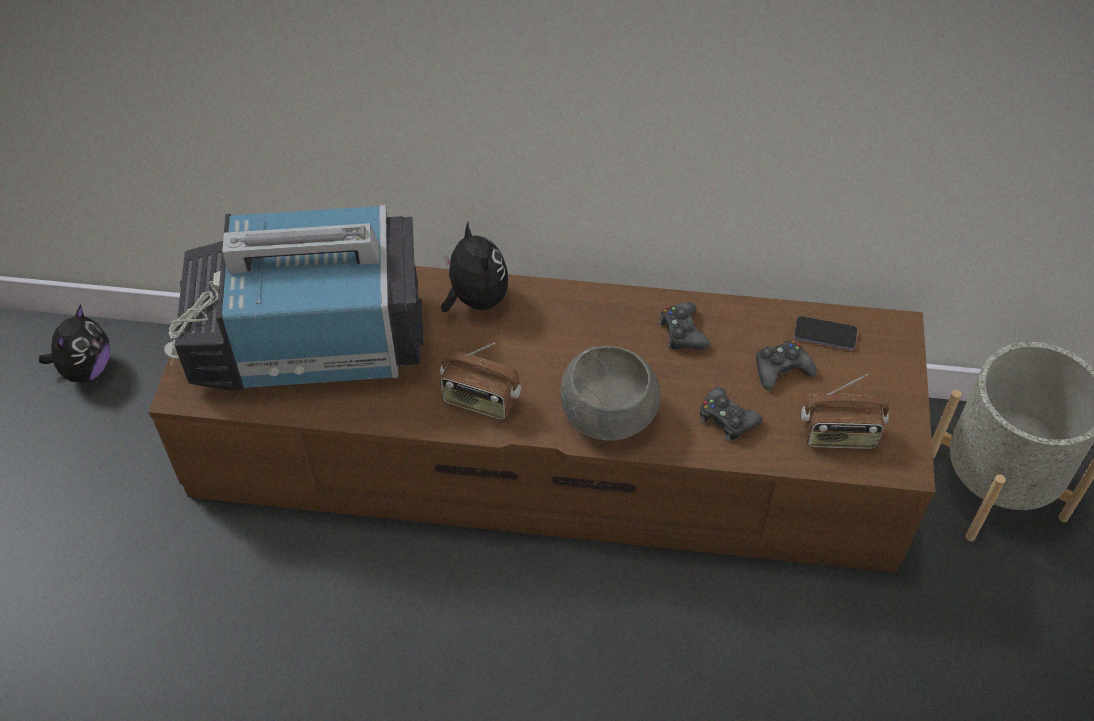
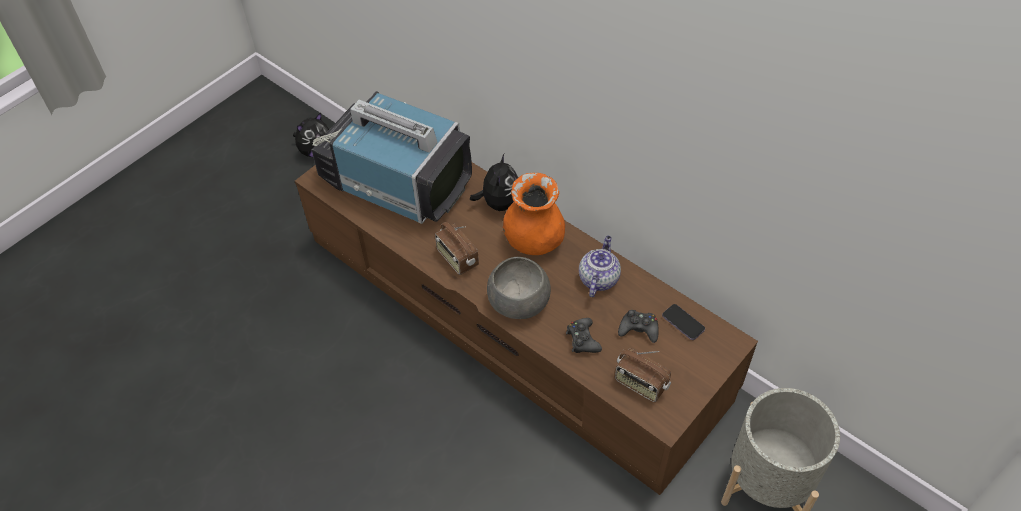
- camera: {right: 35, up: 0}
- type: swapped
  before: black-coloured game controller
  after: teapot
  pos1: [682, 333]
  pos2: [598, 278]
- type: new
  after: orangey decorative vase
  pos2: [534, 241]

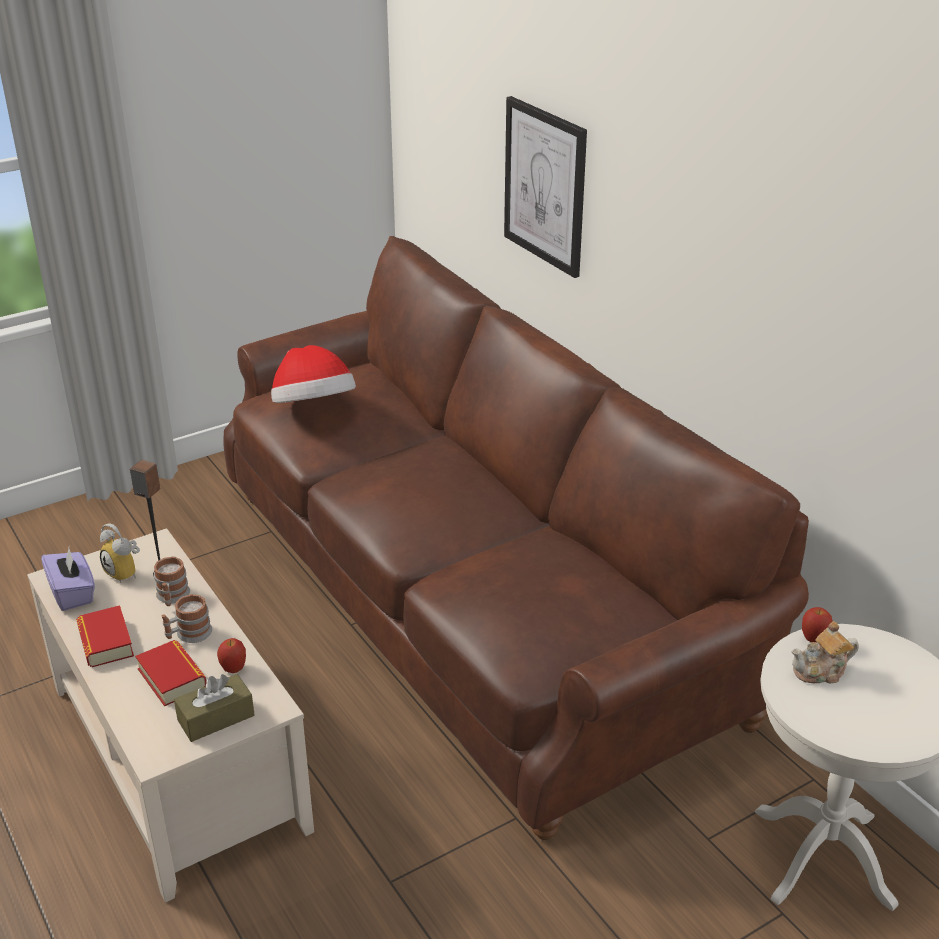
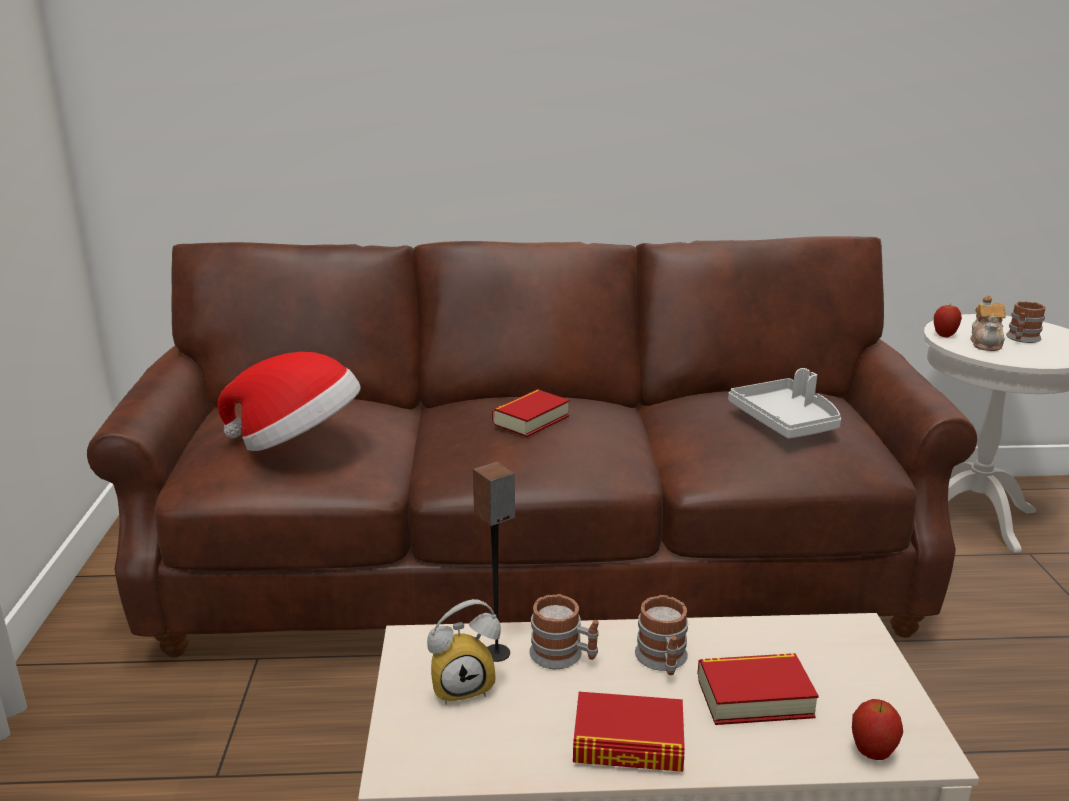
- camera: {right: -60, up: -10}
- type: gone
  before: purple-coloured tissue holder
  pos1: [73, 593]
- type: gone
  before: brown-coloured tissue holder
  pos1: [216, 718]
- type: shifted
  before: whole apple
  pos1: [234, 669]
  pos2: [872, 753]
- type: gone
  before: picture
  pos1: [545, 186]
- type: new
  after: bound book
  pos2: [531, 420]
- type: new
  after: grey serving tray
  pos2: [786, 421]
- type: new
  after: tea mug
  pos2: [1021, 339]

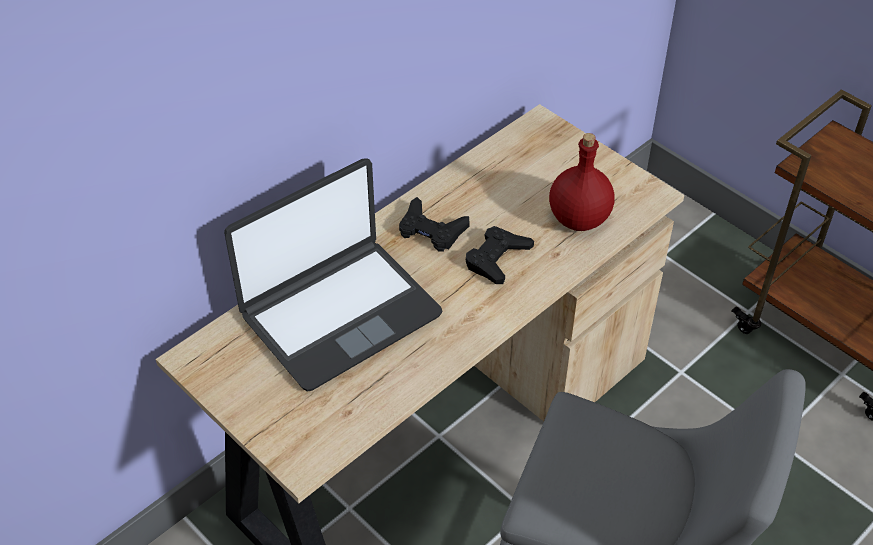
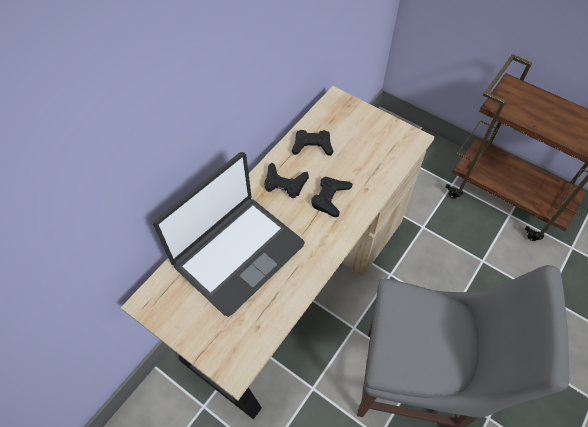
- camera: {right: -10, up: 10}
- type: gone
  before: reddish beverage bottle
  pos1: [577, 219]
- type: new
  after: black-coloured game controller
  pos2: [312, 146]

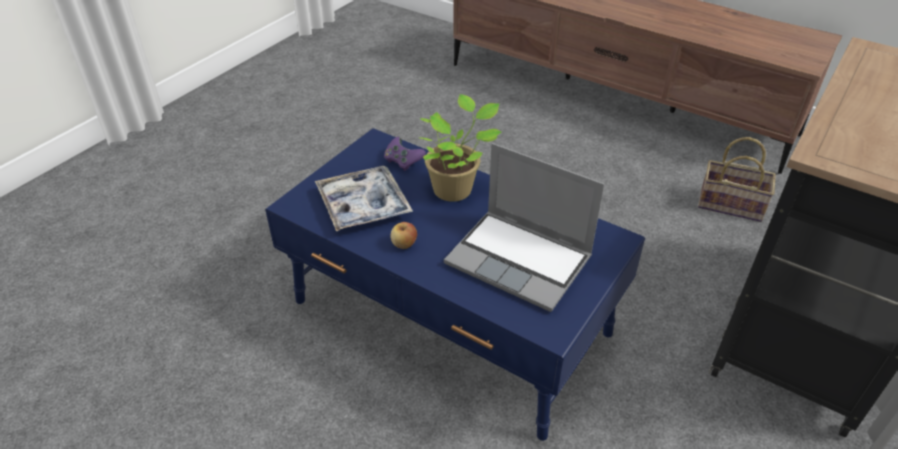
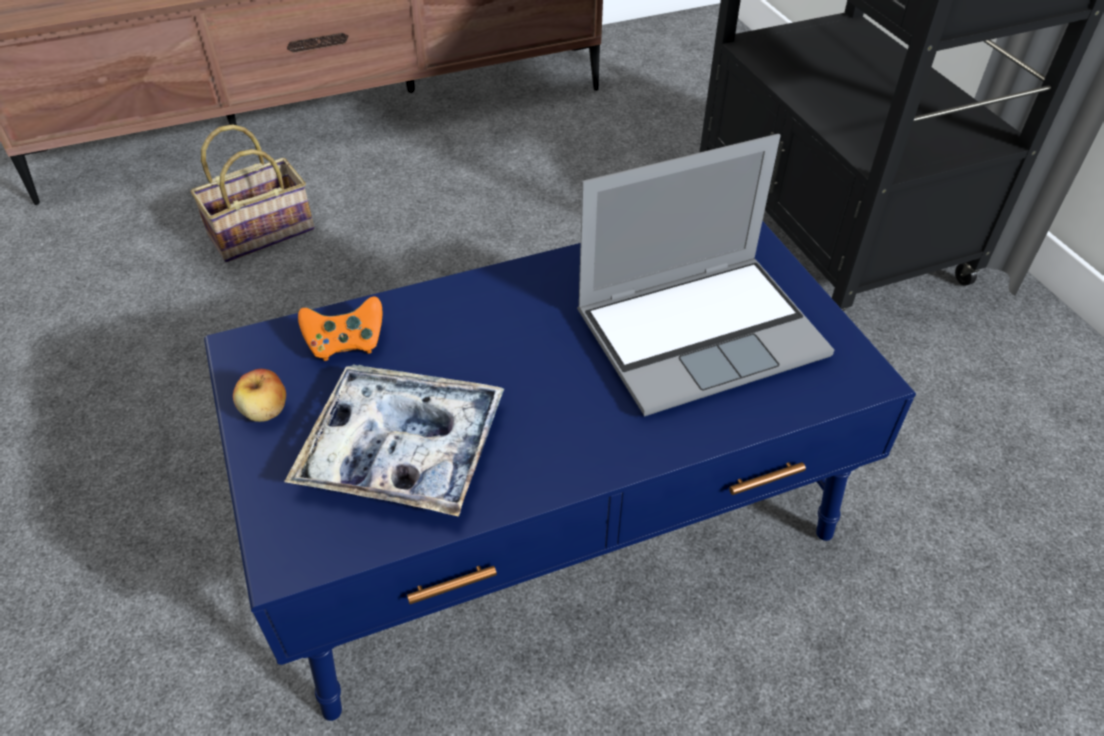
- camera: {right: -55, up: 5}
- type: repainted
  before: purple-coloured game controller
  after: orangey game controller
  pos1: [403, 162]
  pos2: [345, 343]
- type: shifted
  before: whole apple
  pos1: [404, 244]
  pos2: [266, 411]
- type: gone
  before: plant in a pot
  pos1: [455, 189]
- type: shifted
  before: household basket
  pos1: [732, 204]
  pos2: [263, 231]

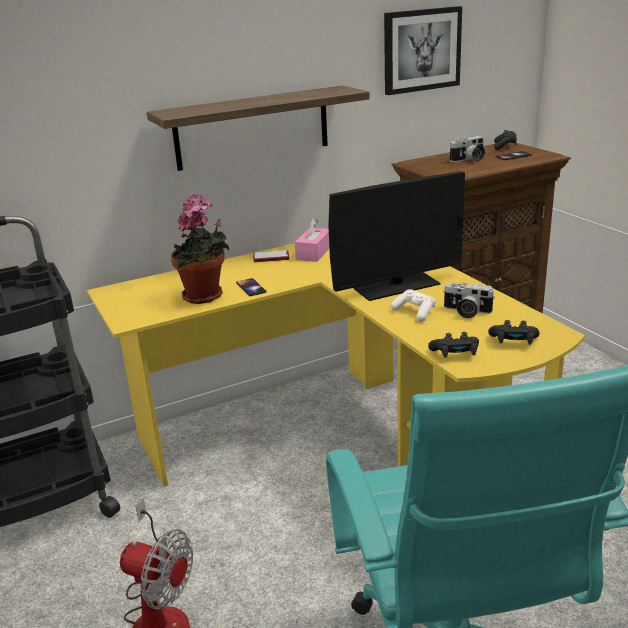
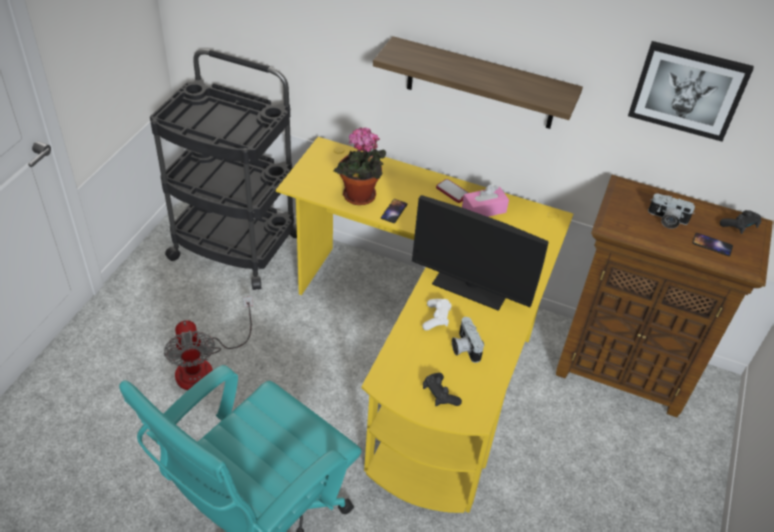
- camera: {right: 45, up: 20}
- type: gone
  before: black-coloured game controller
  pos1: [455, 354]

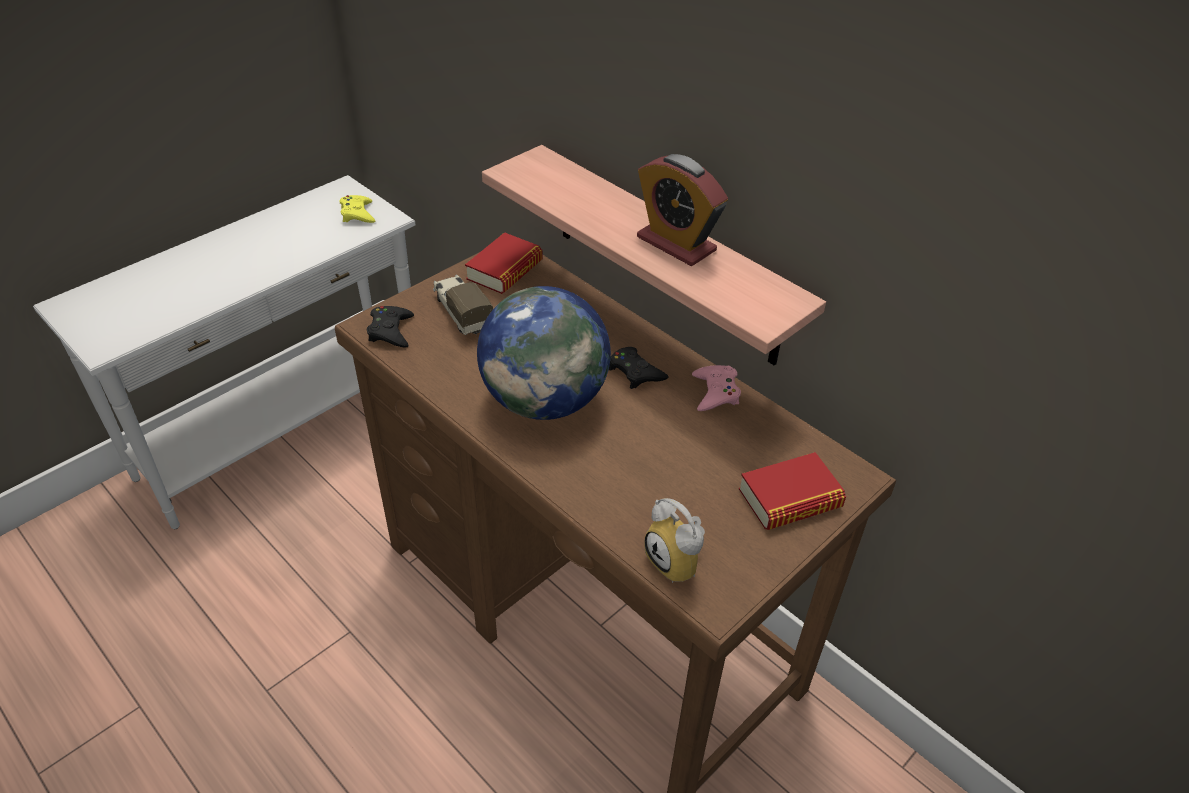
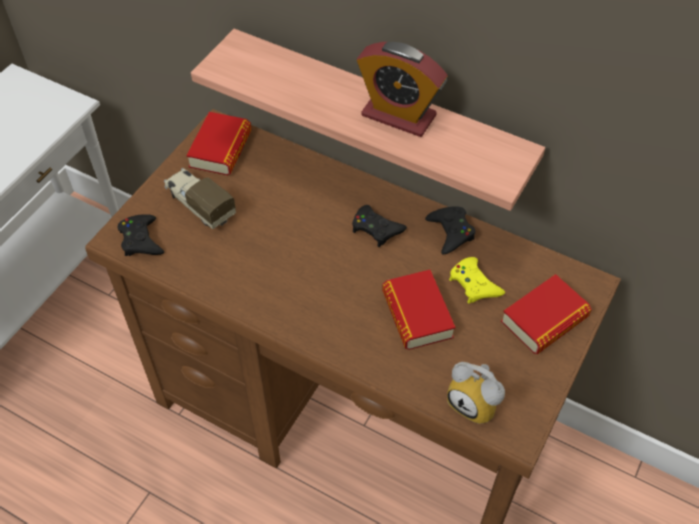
- camera: {right: -15, up: 10}
- type: shifted
  before: yellowish game controller
  pos1: [358, 214]
  pos2: [474, 284]
- type: gone
  before: globe
  pos1: [545, 401]
- type: repainted
  before: pink game controller
  after: black-coloured game controller
  pos1: [715, 392]
  pos2: [451, 232]
- type: new
  after: bound book
  pos2: [417, 314]

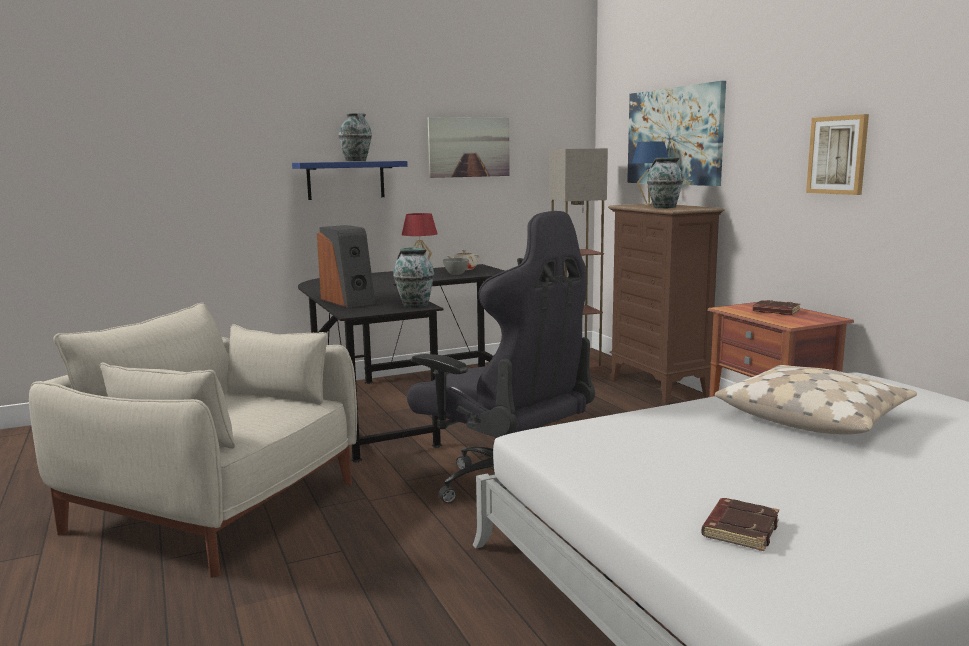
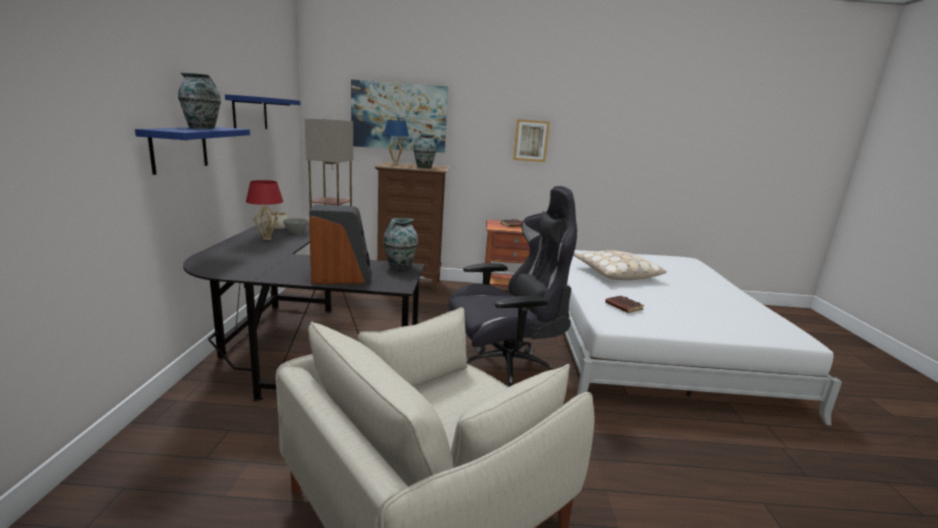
- camera: {right: -65, up: 5}
- type: swapped
  before: picture
  after: bluish shelf
  pos1: [469, 147]
  pos2: [250, 113]
- type: shifted
  before: brown-coloured bound book
  pos1: [739, 529]
  pos2: [623, 307]

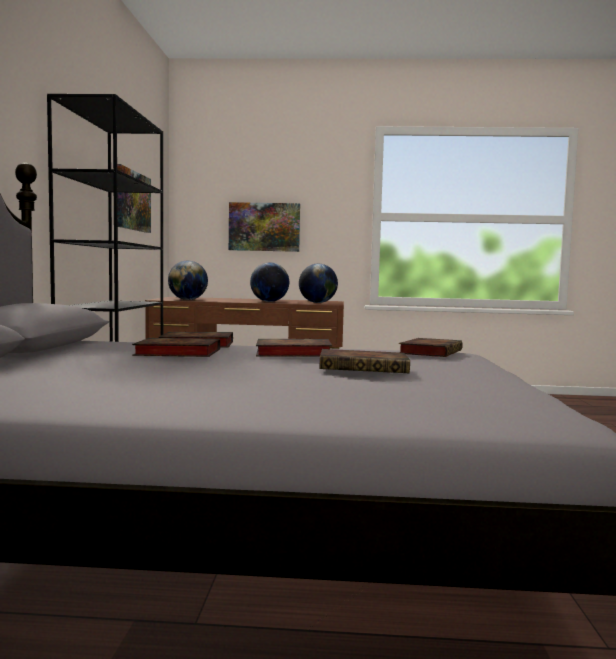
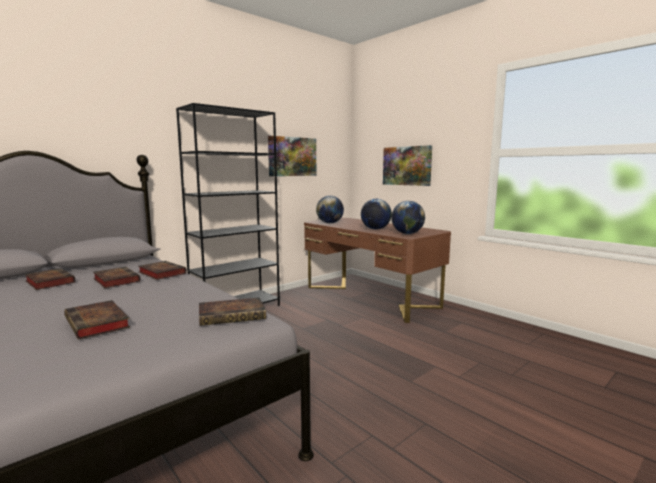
- camera: {right: 45, up: 5}
- type: shifted
  before: bound book
  pos1: [291, 353]
  pos2: [49, 282]

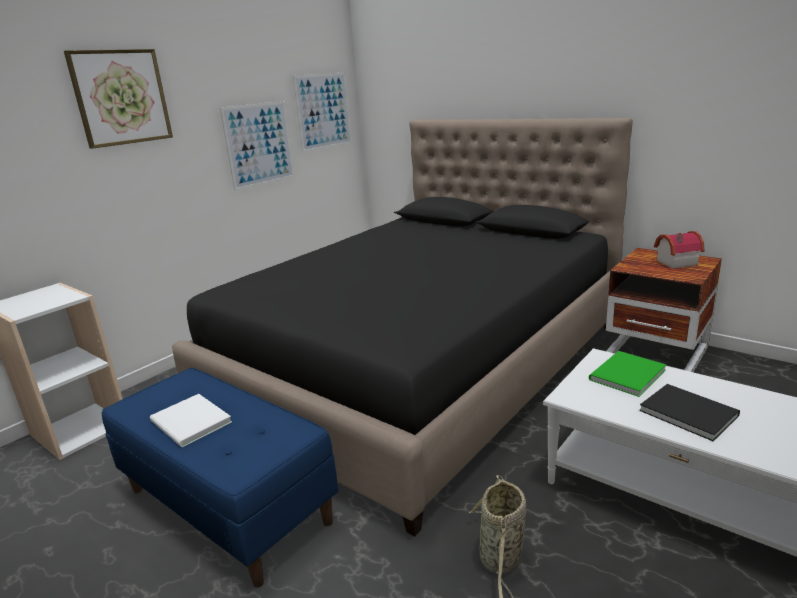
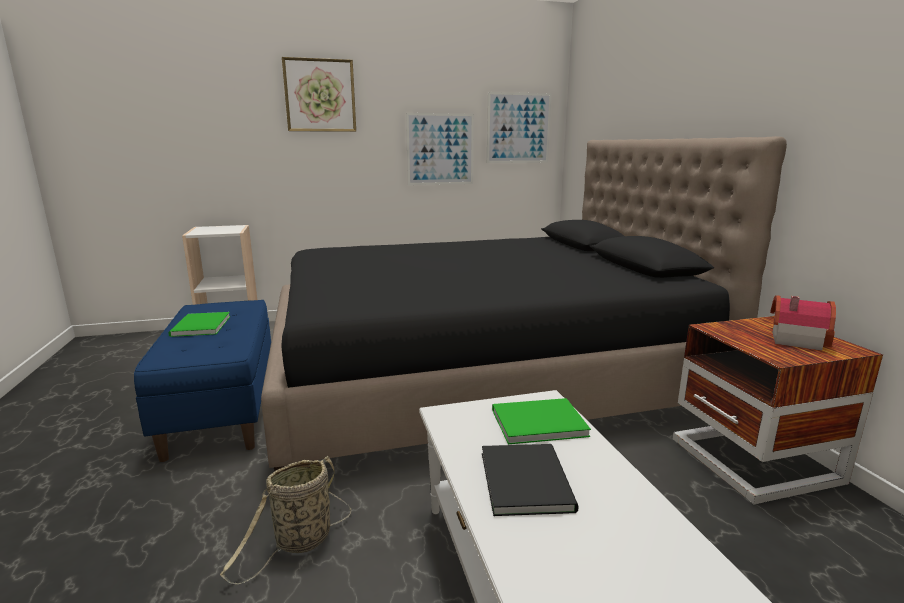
- camera: {right: 35, up: -5}
- type: repainted
  before: white-coloured bound book
  after: green-coloured bound book
  pos1: [190, 423]
  pos2: [199, 327]

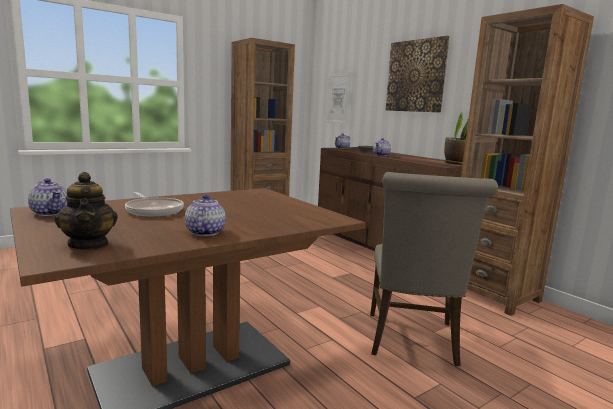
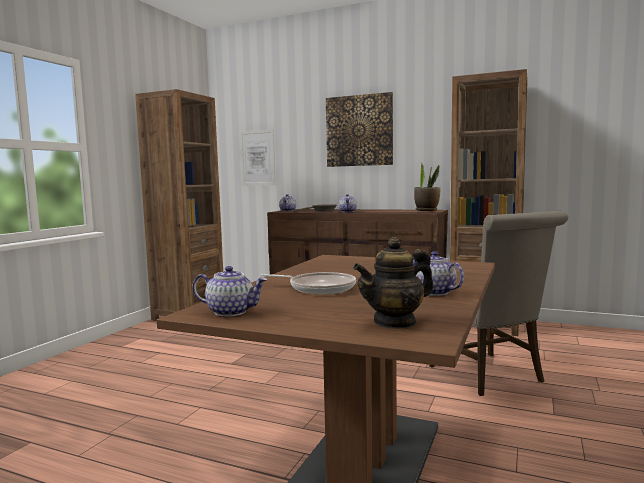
- camera: {right: -30, up: -5}
- type: rotated
  before: teapot
  pos1: [89, 244]
  pos2: [395, 322]
  turn: 120

